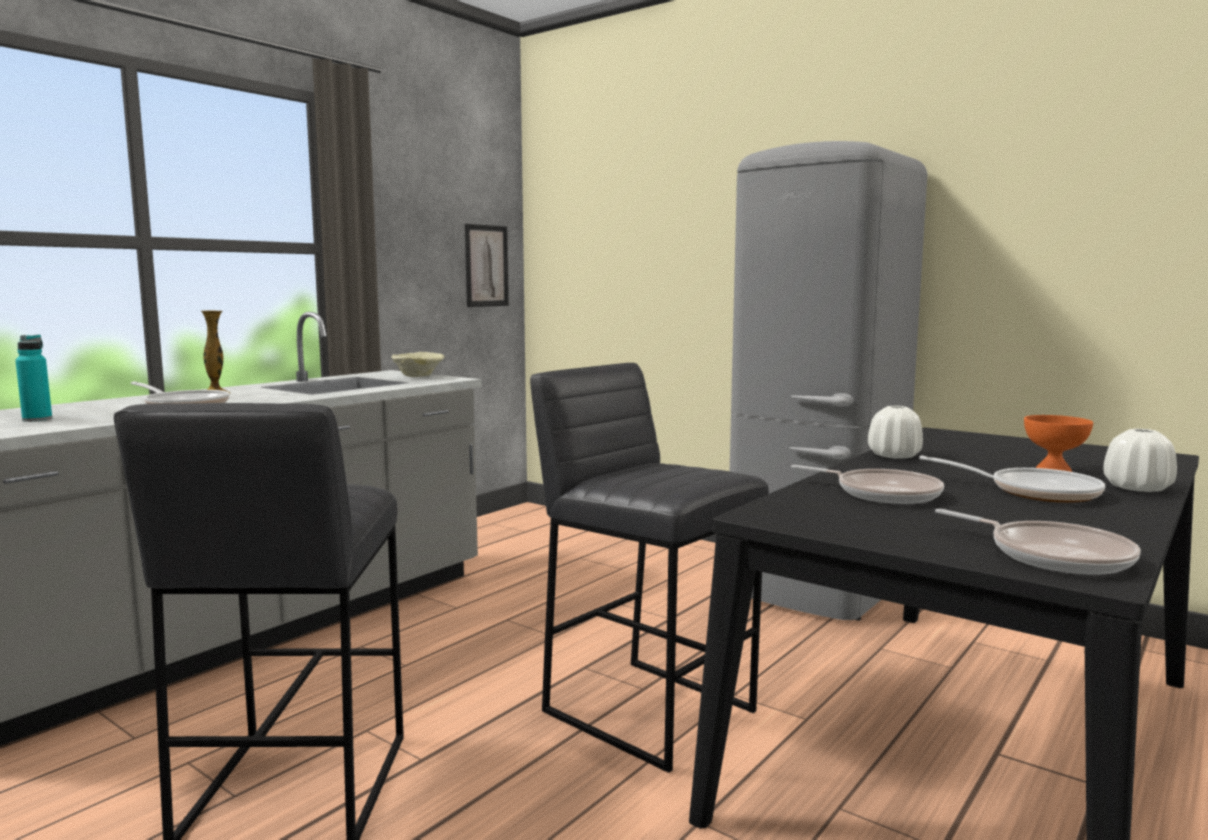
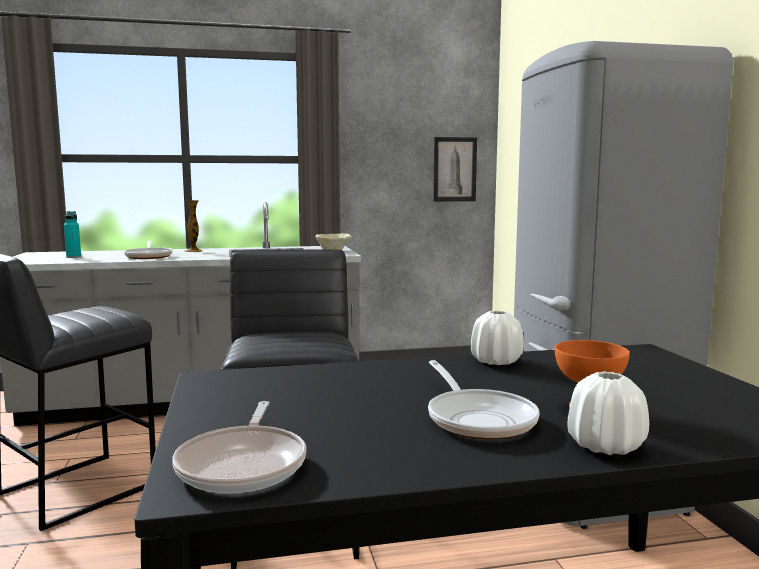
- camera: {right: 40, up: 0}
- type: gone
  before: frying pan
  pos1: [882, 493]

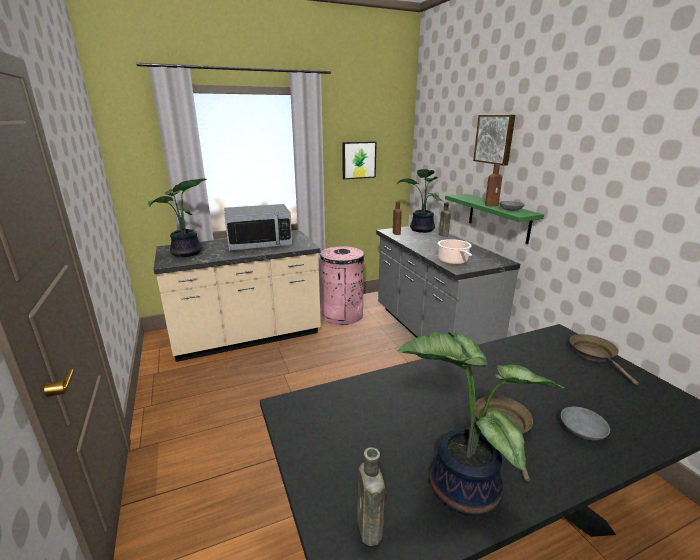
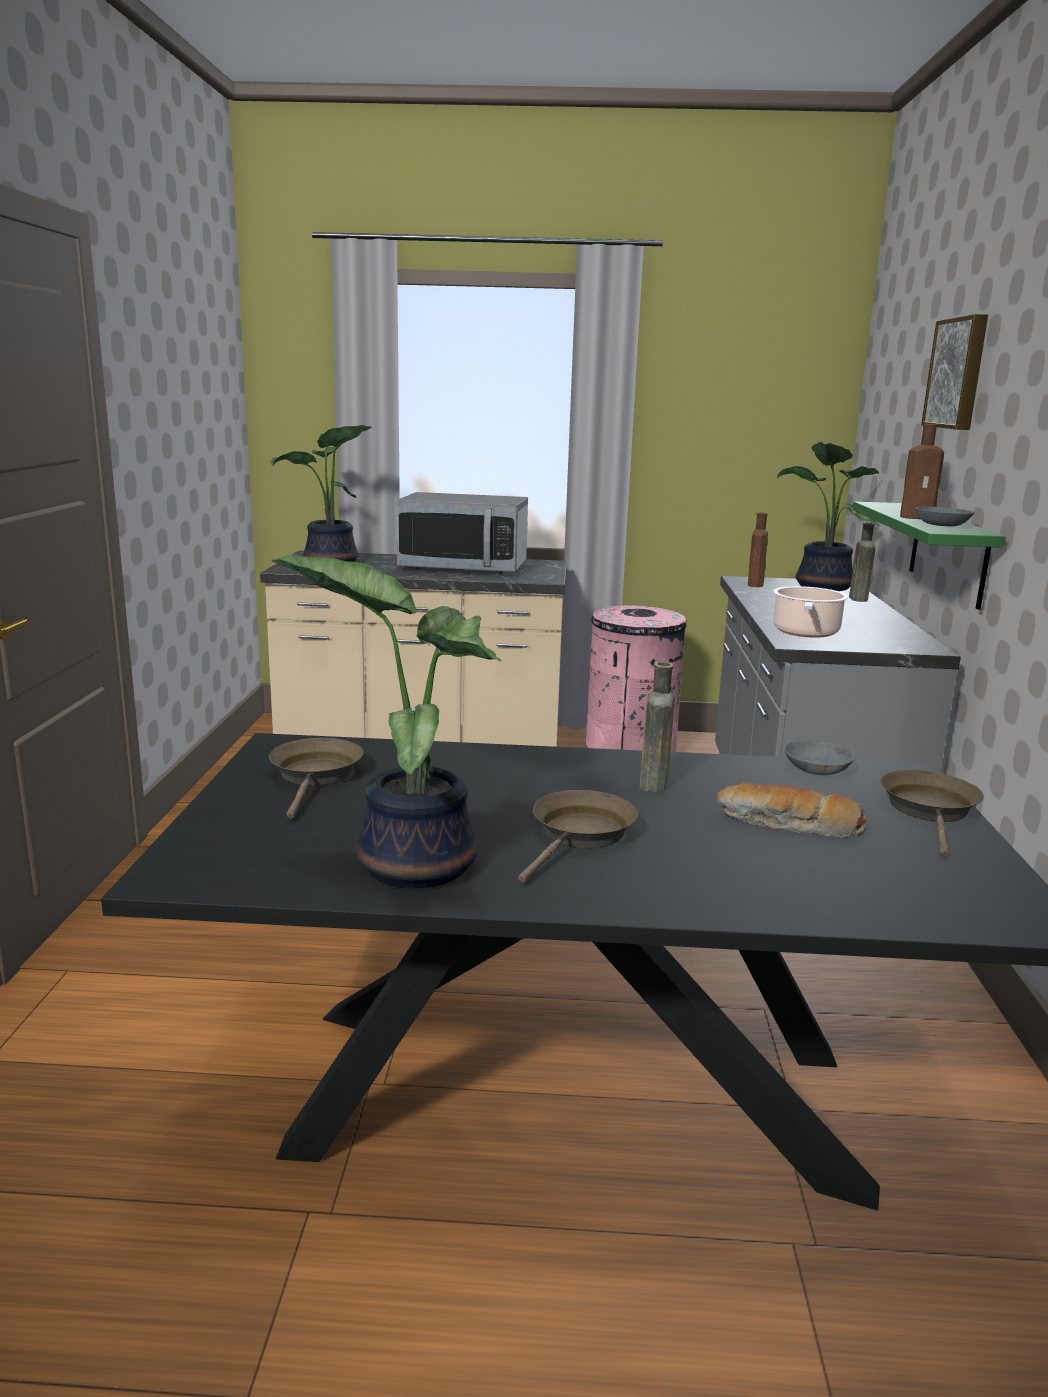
- camera: {right: 25, up: -5}
- type: gone
  before: picture
  pos1: [358, 160]
- type: shifted
  before: brown-coloured beverage bottle
  pos1: [370, 530]
  pos2: [653, 785]
- type: shifted
  before: grey serving bowl
  pos1: [581, 431]
  pos2: [815, 769]
- type: new
  after: brown-coloured frying pan
  pos2: [316, 776]
- type: new
  after: bakery bread
  pos2: [788, 827]

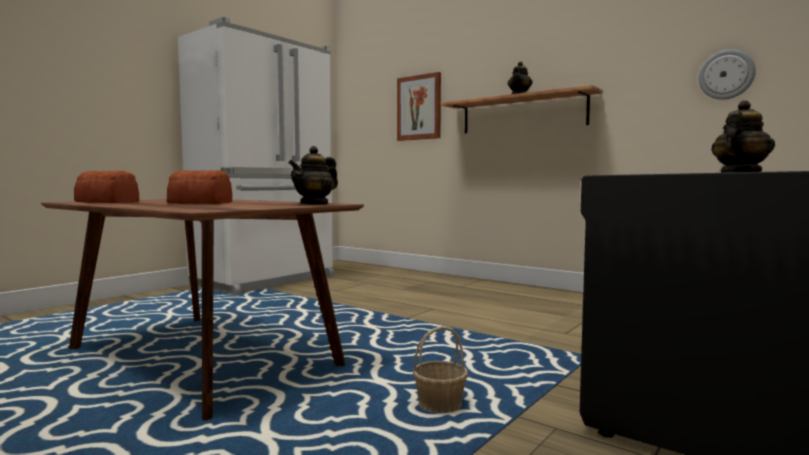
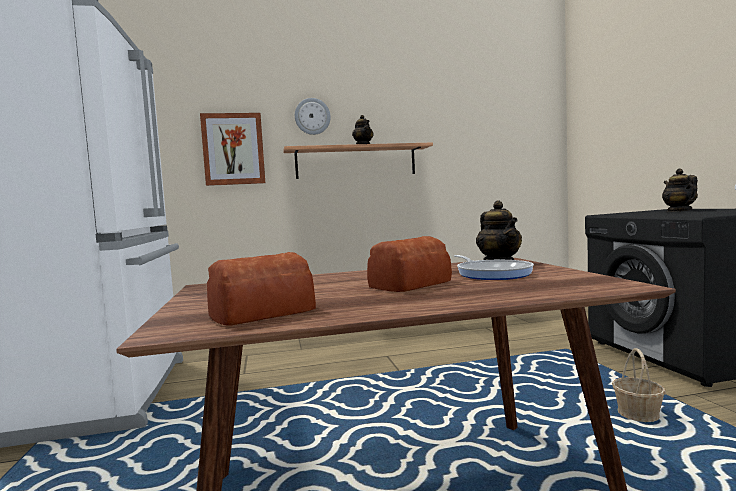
- camera: {right: -50, up: 0}
- type: shifted
  before: hanging clock
  pos1: [726, 75]
  pos2: [312, 116]
- type: new
  after: frying pan
  pos2: [492, 274]

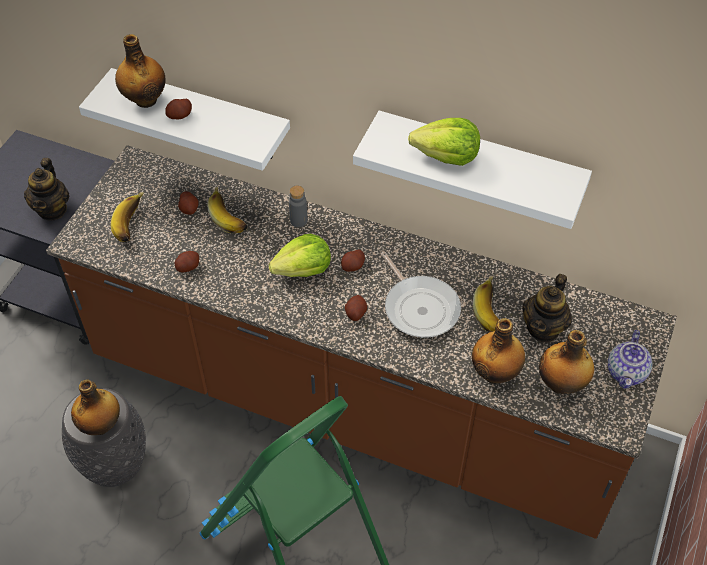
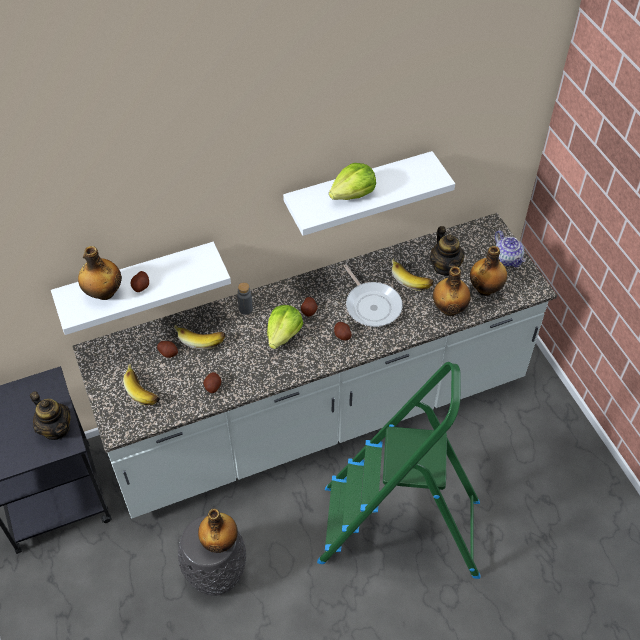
- camera: {right: -45, up: 0}
- type: repainted
  before: brown-coloured counter
  after: white-coloured counter
  pos1: [353, 402]
  pos2: [319, 414]
- type: rotated
  before: frying pan
  pos1: [419, 307]
  pos2: [372, 305]
  turn: 45

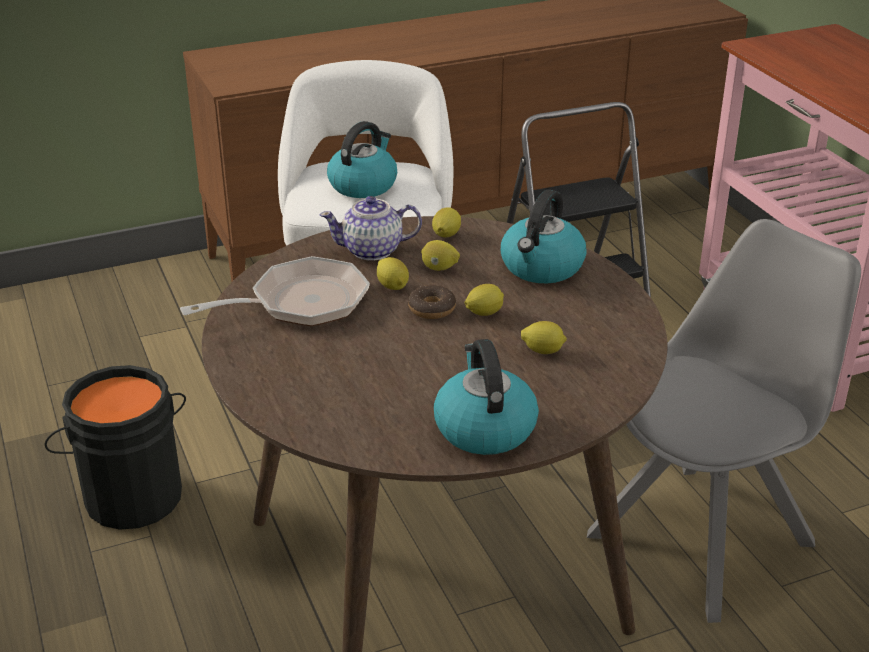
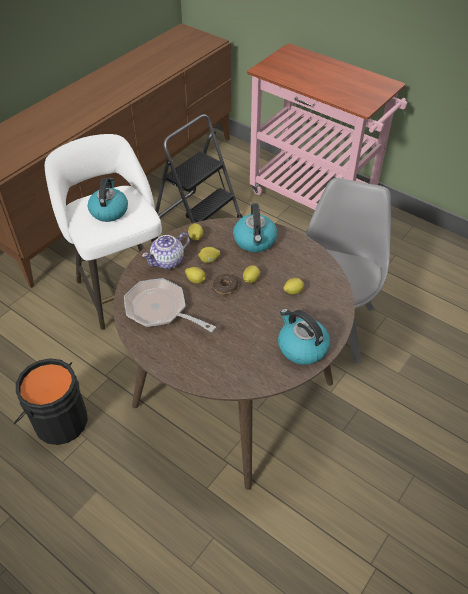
- camera: {right: -30, up: 15}
- type: rotated
  before: frying pan
  pos1: [300, 303]
  pos2: [160, 310]
  turn: -90

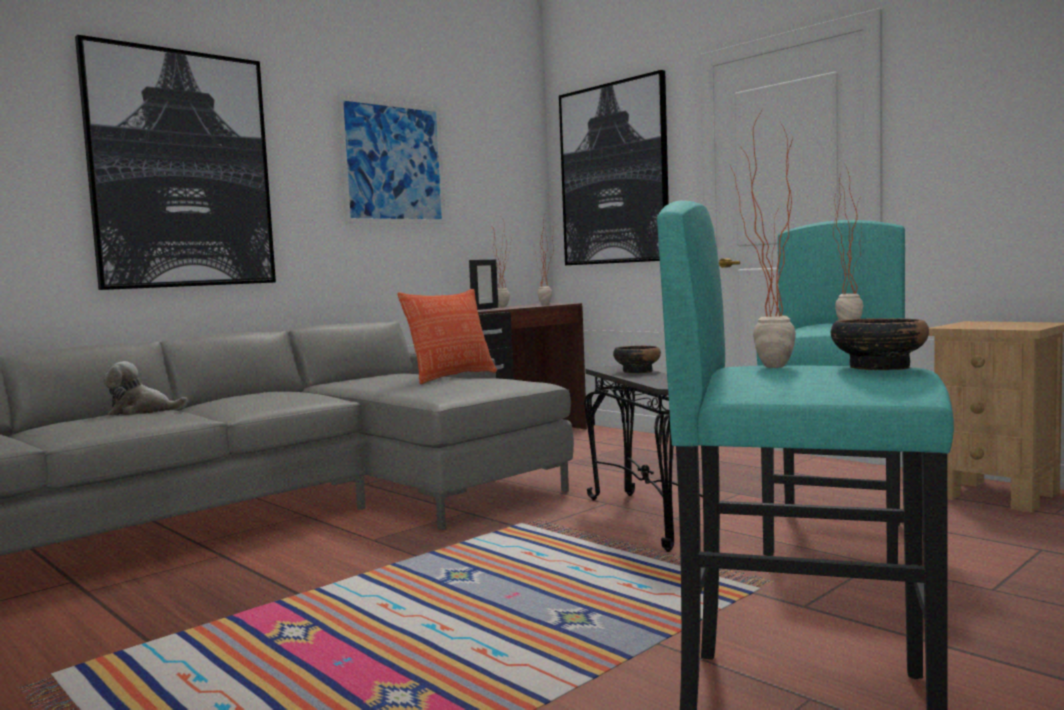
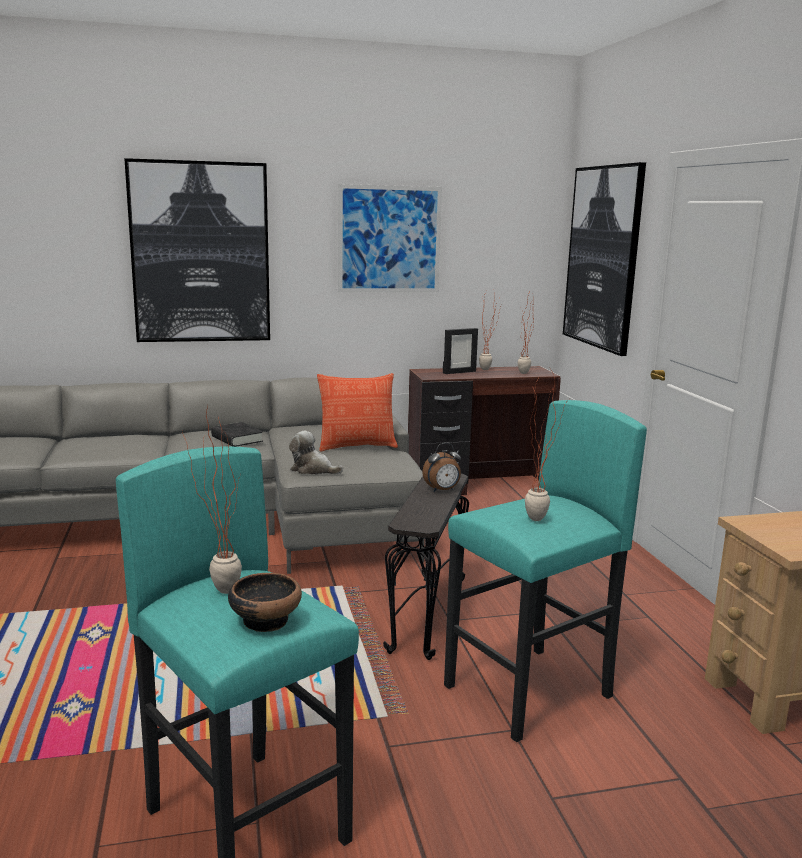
- camera: {right: 30, up: 10}
- type: shifted
  before: soft toy
  pos1: [141, 412]
  pos2: [313, 470]
- type: swapped
  before: serving bowl
  after: alarm clock
  pos1: [637, 371]
  pos2: [442, 490]
- type: new
  after: black-coloured bound book
  pos2: [237, 439]

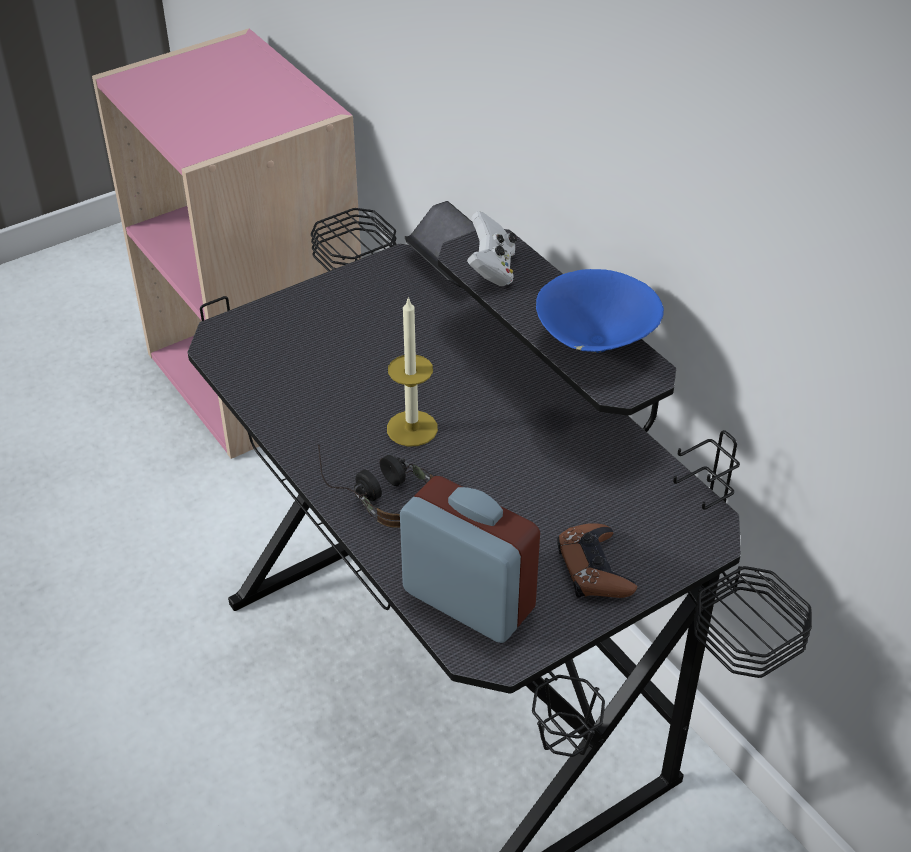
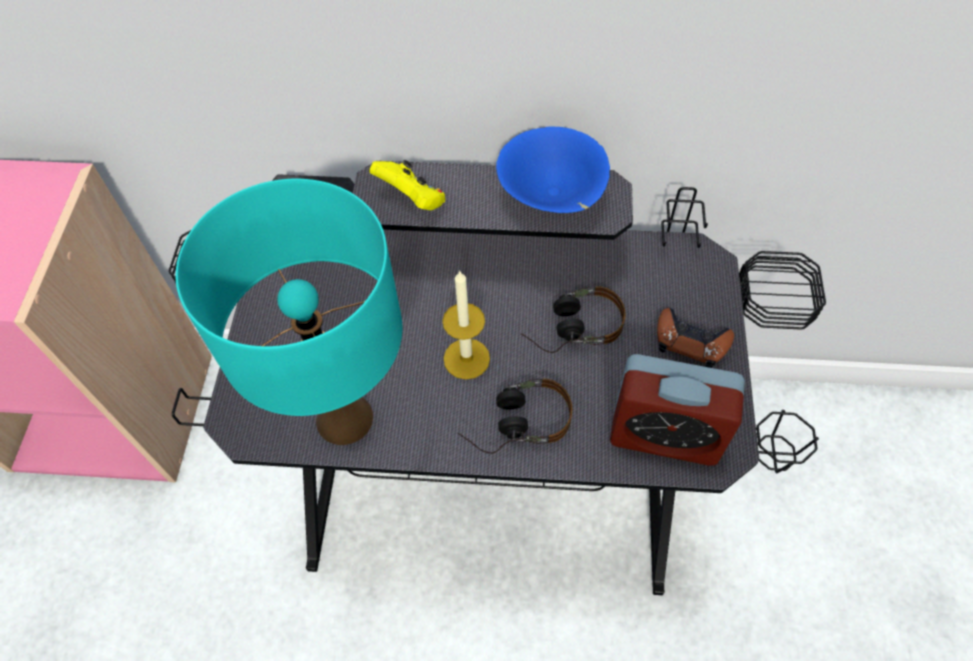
- camera: {right: -50, up: 15}
- type: rotated
  before: alarm clock
  pos1: [468, 600]
  pos2: [664, 434]
  turn: -150
- type: repainted
  before: white-coloured game controller
  after: yellowish game controller
  pos1: [492, 270]
  pos2: [412, 200]
- type: new
  after: turquoise-coloured tabletop lamp
  pos2: [344, 419]
- type: new
  after: headphones
  pos2: [570, 328]

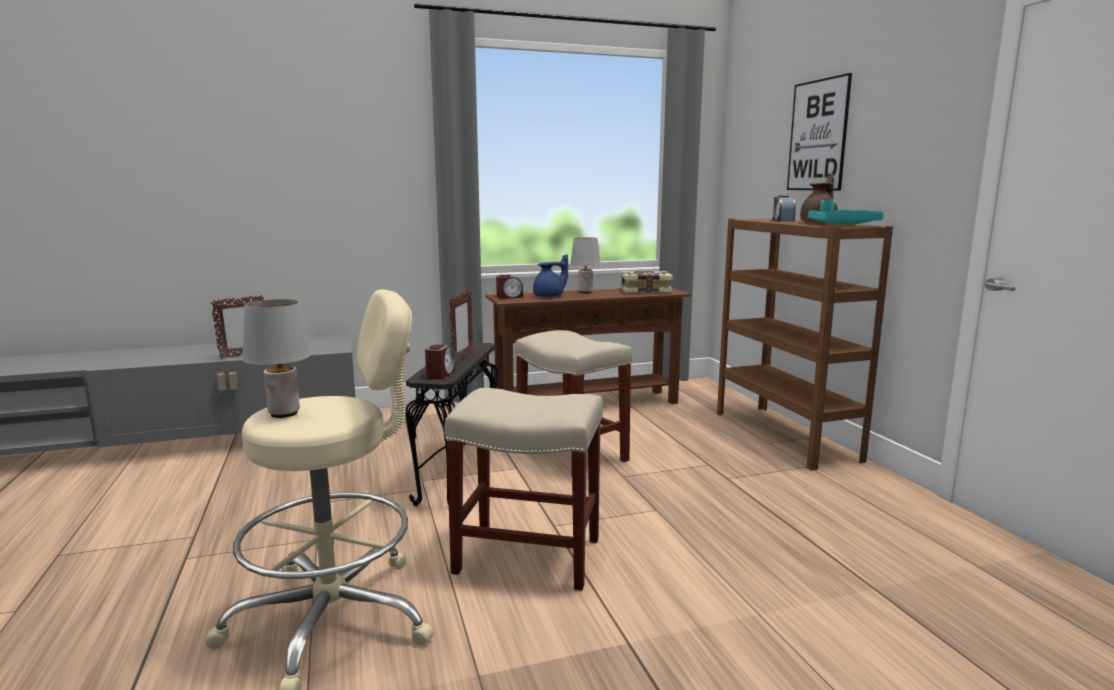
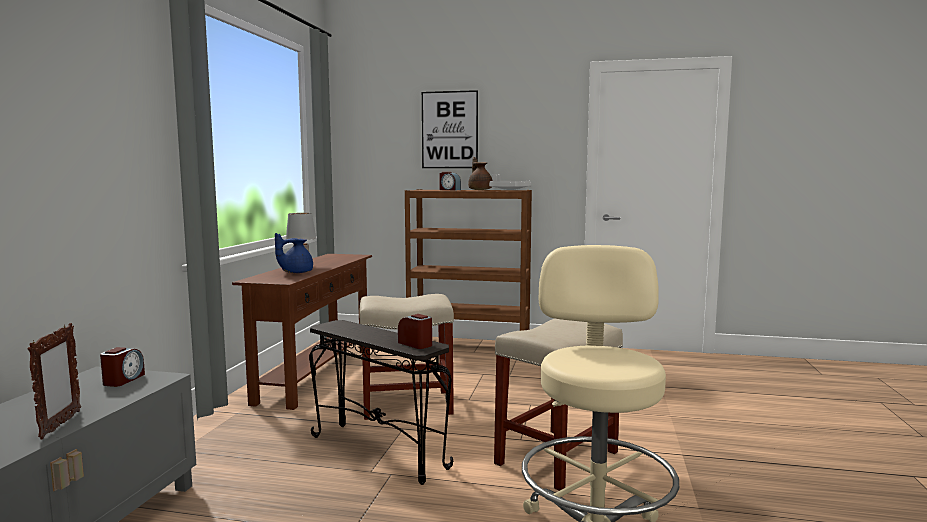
- camera: {right: -60, up: -5}
- type: gone
  before: grey tabletop lamp
  pos1: [284, 414]
- type: gone
  before: standing frame
  pos1: [462, 359]
- type: shifted
  before: alarm clock
  pos1: [509, 297]
  pos2: [123, 380]
- type: rotated
  before: bluish teapot
  pos1: [550, 296]
  pos2: [295, 272]
  turn: -135
- type: gone
  before: bound book
  pos1: [645, 290]
- type: repainted
  before: turquoise-coloured serving tray
  after: grey serving tray
  pos1: [843, 224]
  pos2: [510, 190]

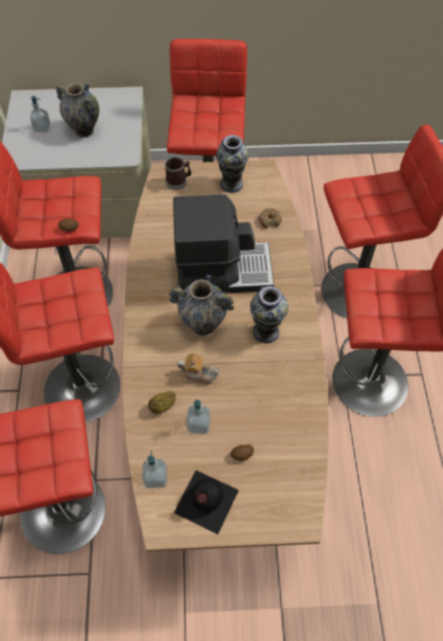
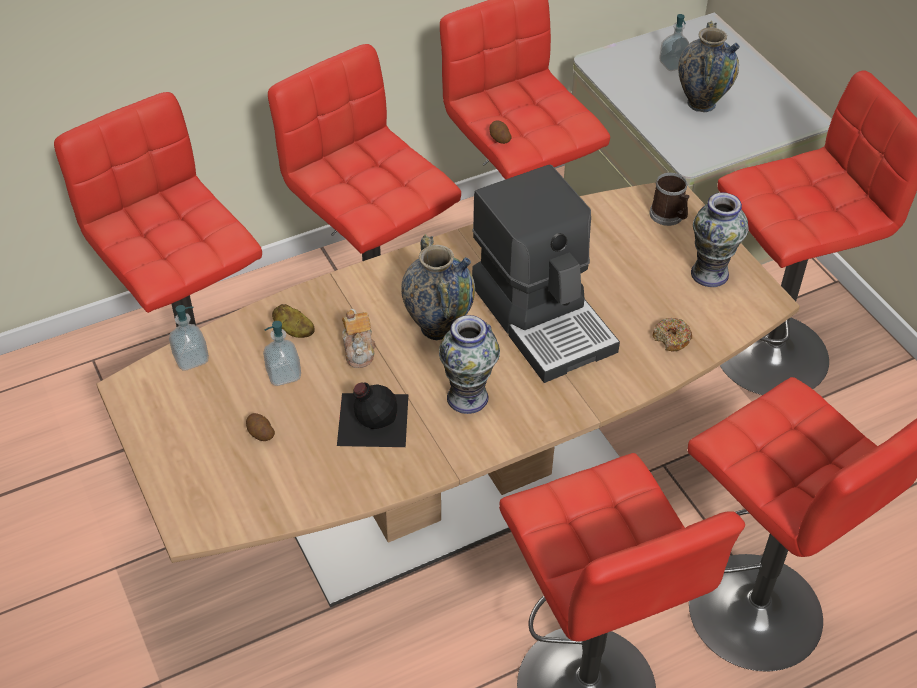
- camera: {right: 65, up: -10}
- type: shifted
  before: black-coloured beverage bottle
  pos1: [205, 501]
  pos2: [372, 418]

